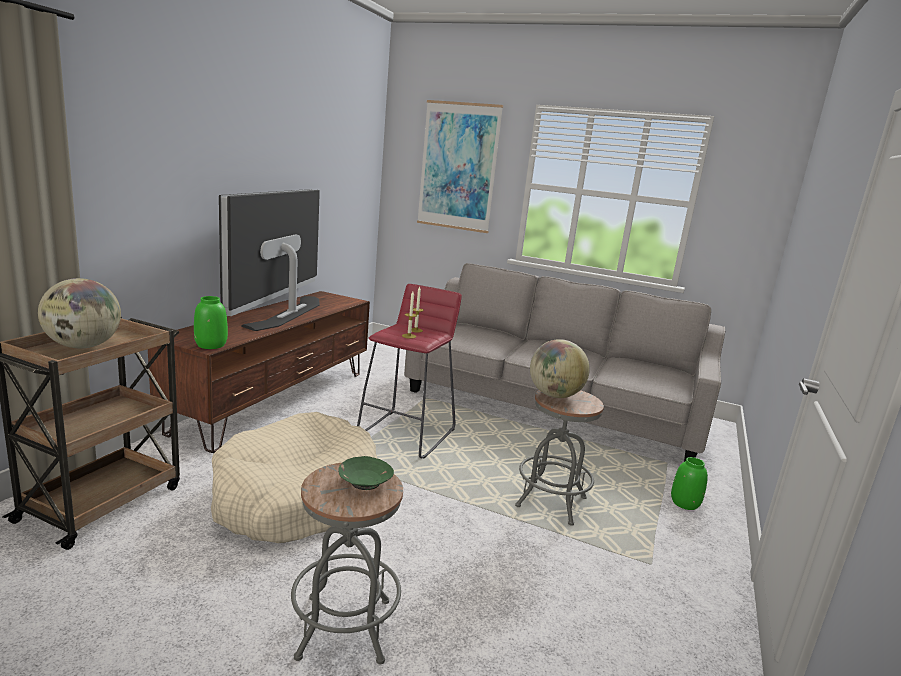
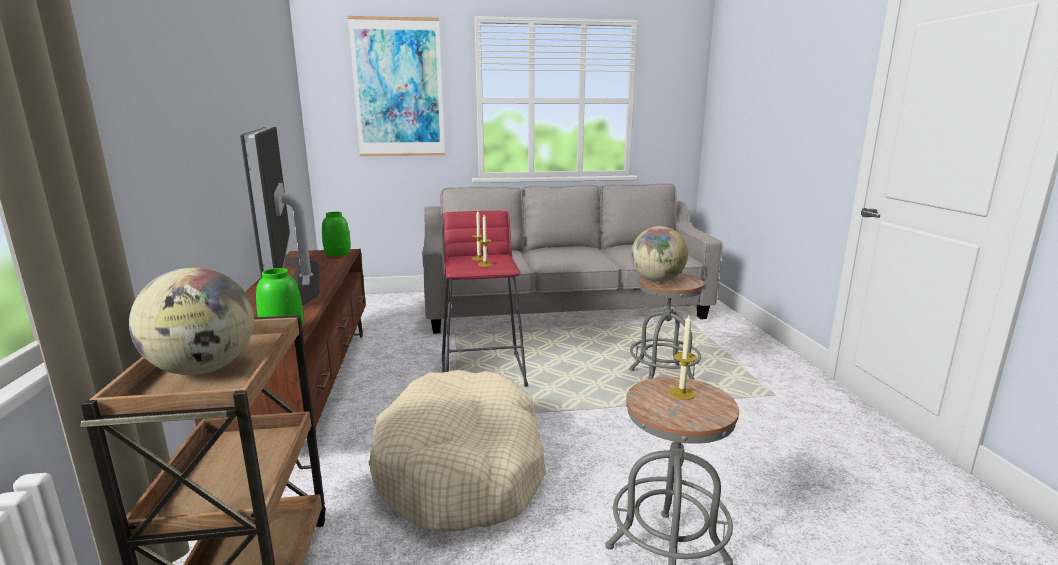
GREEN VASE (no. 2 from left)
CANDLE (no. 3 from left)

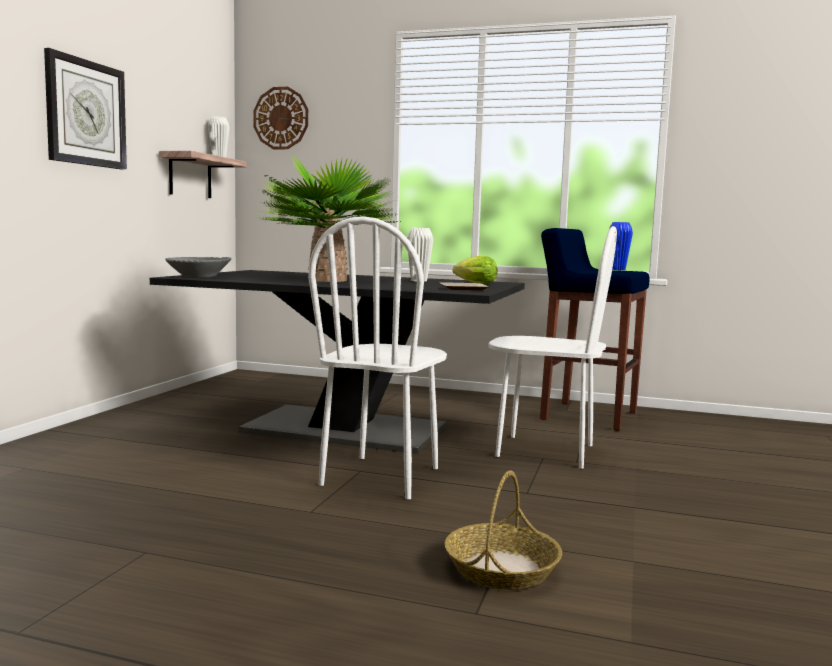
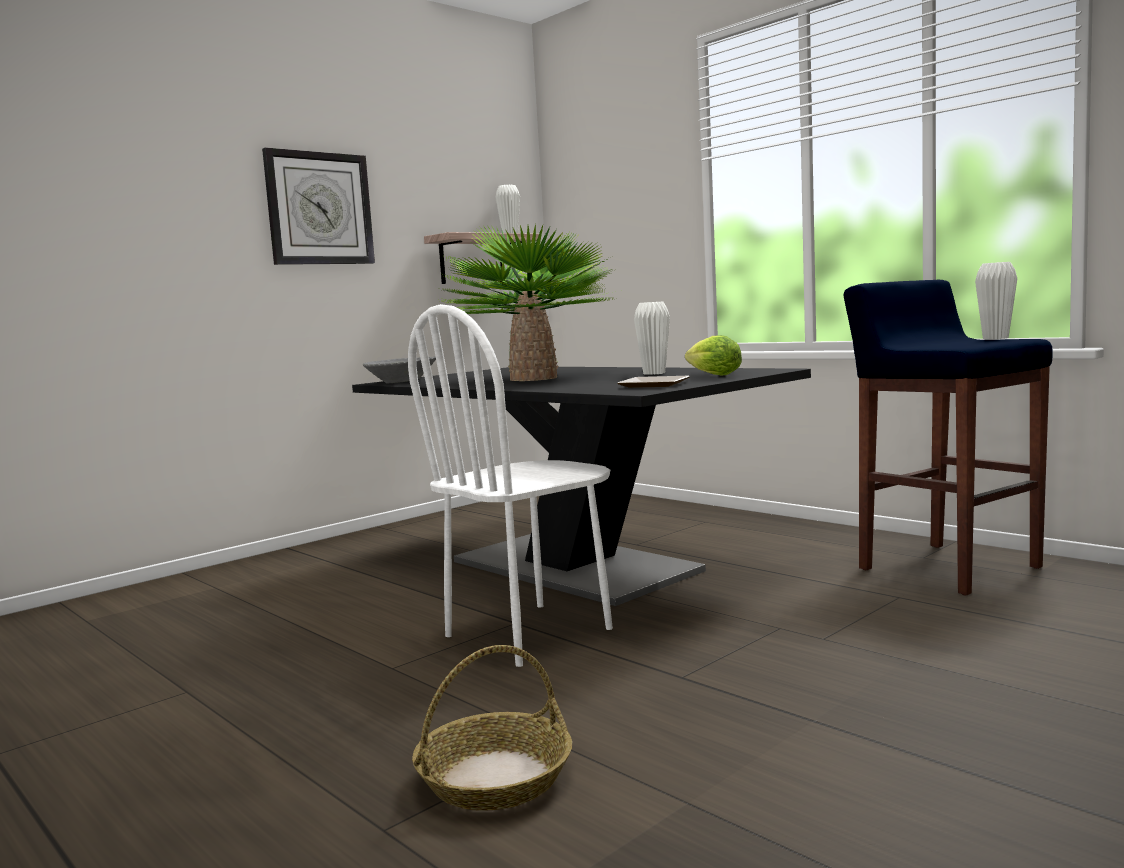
WHITE VASE (no. 3 from left)
WALL CLOCK (no. 2 from left in the first image)
WHITE CHAIR (no. 2 from left in the first image)

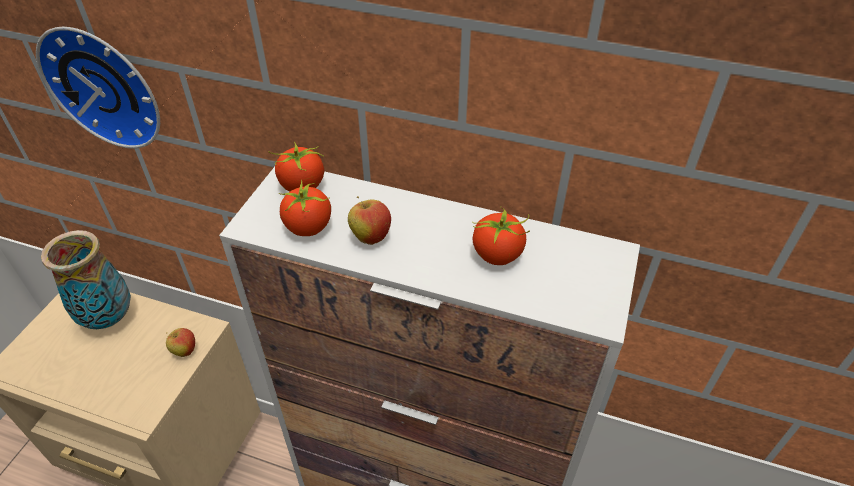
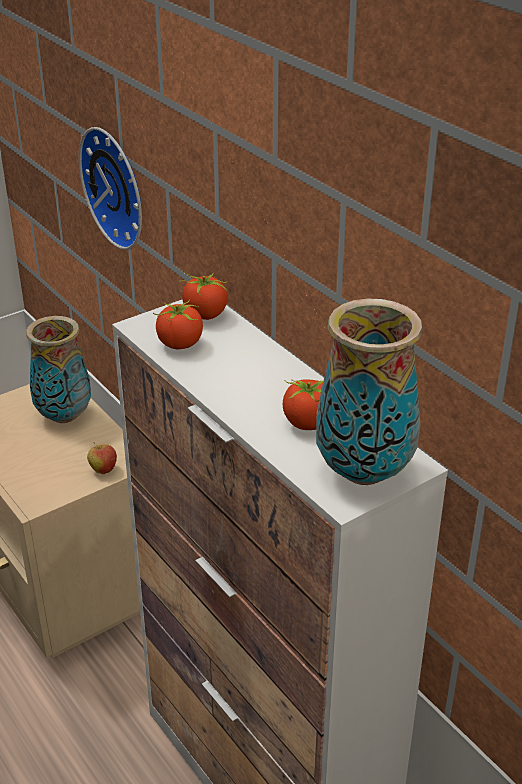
VASE (no. 2 from left)
APPLE (no. 2 from left in the first image)

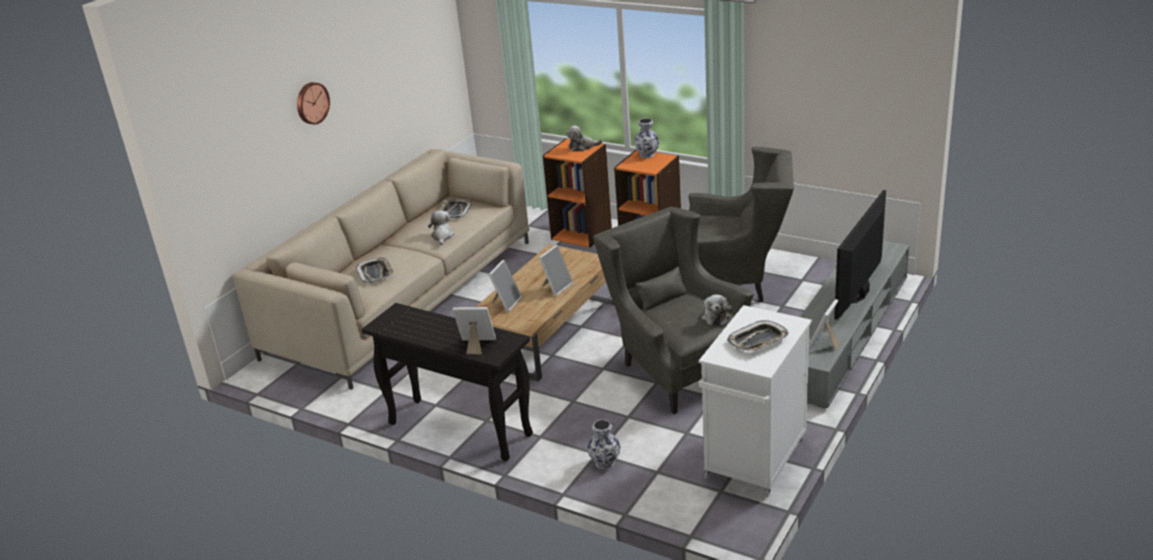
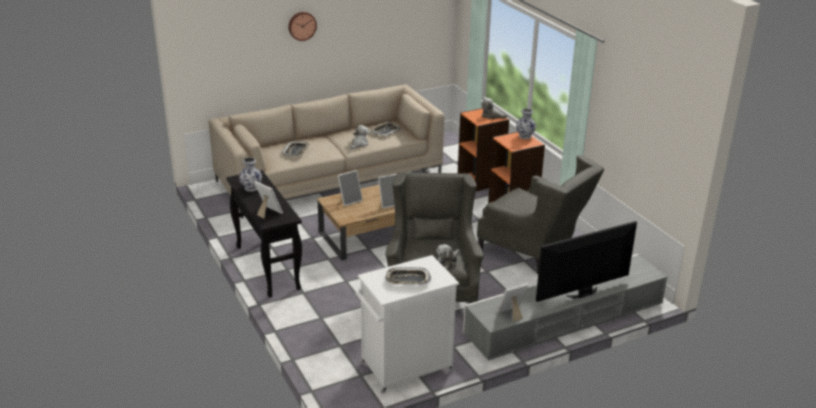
VASE (no. 1 from left)

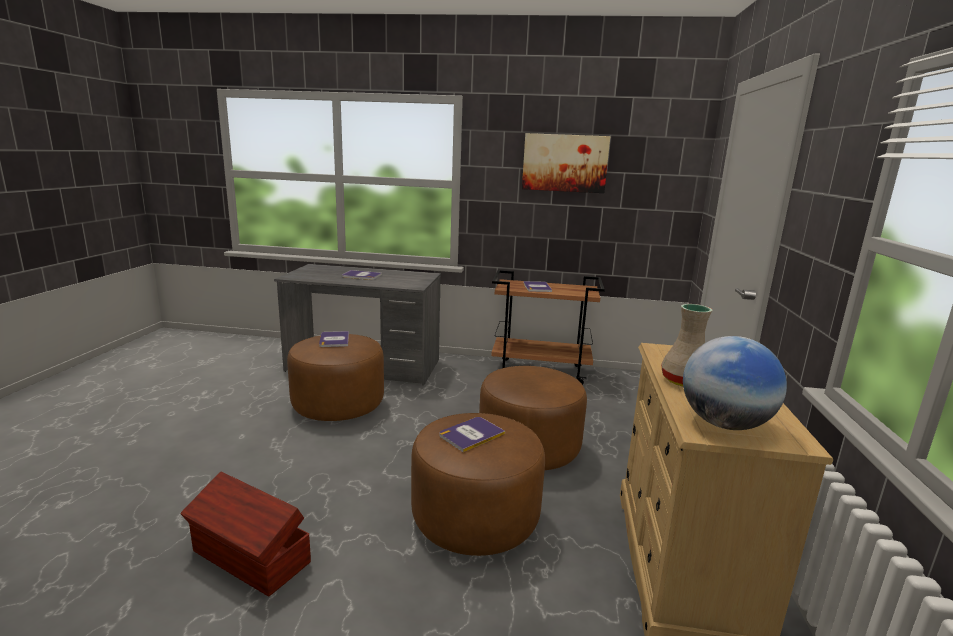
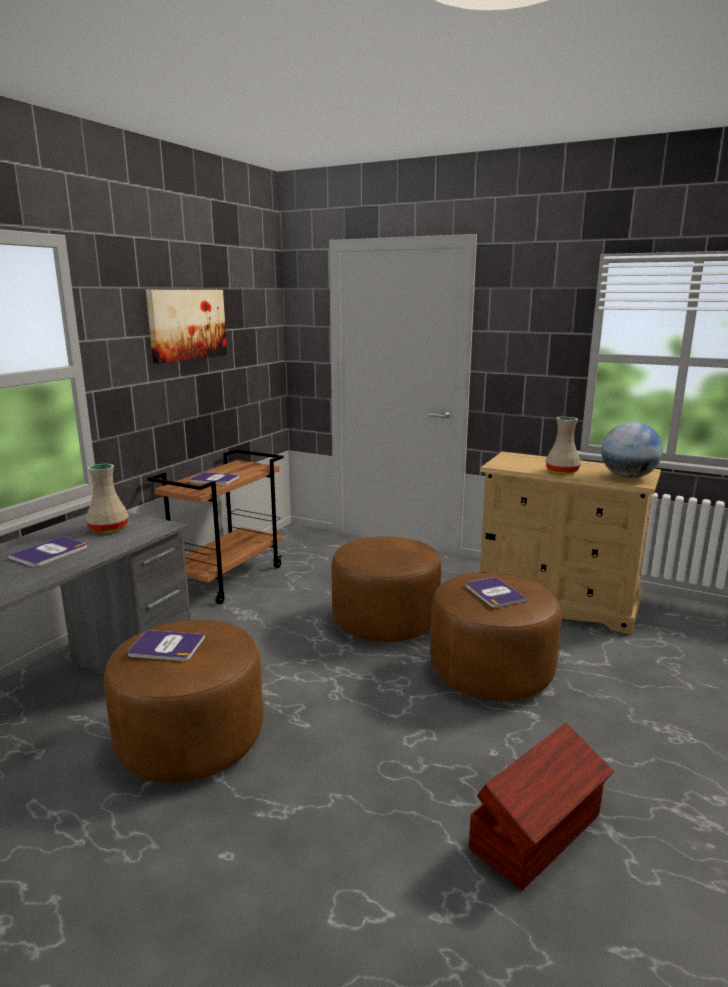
BEIGE VASE (no. 1 from left)

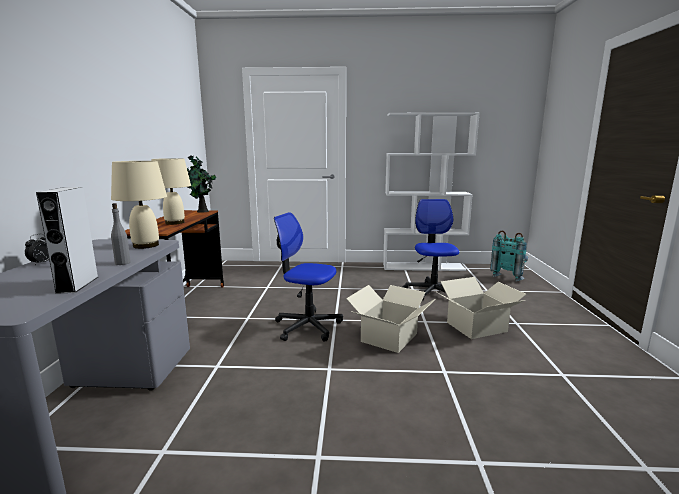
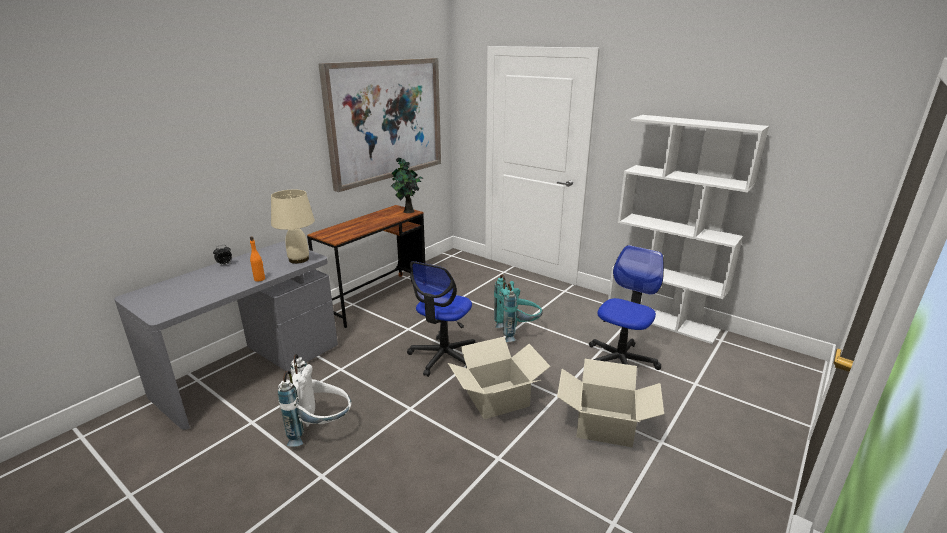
ORANGE BOTTLE
WHITE BACKPACK
PICTURE
OFFICE CHAIR (no. 1 from left)
TURQUOISE BACKPACK
GREY SPEAKER
BEIGE TABLE LAMP (no. 2 from left in the first image)

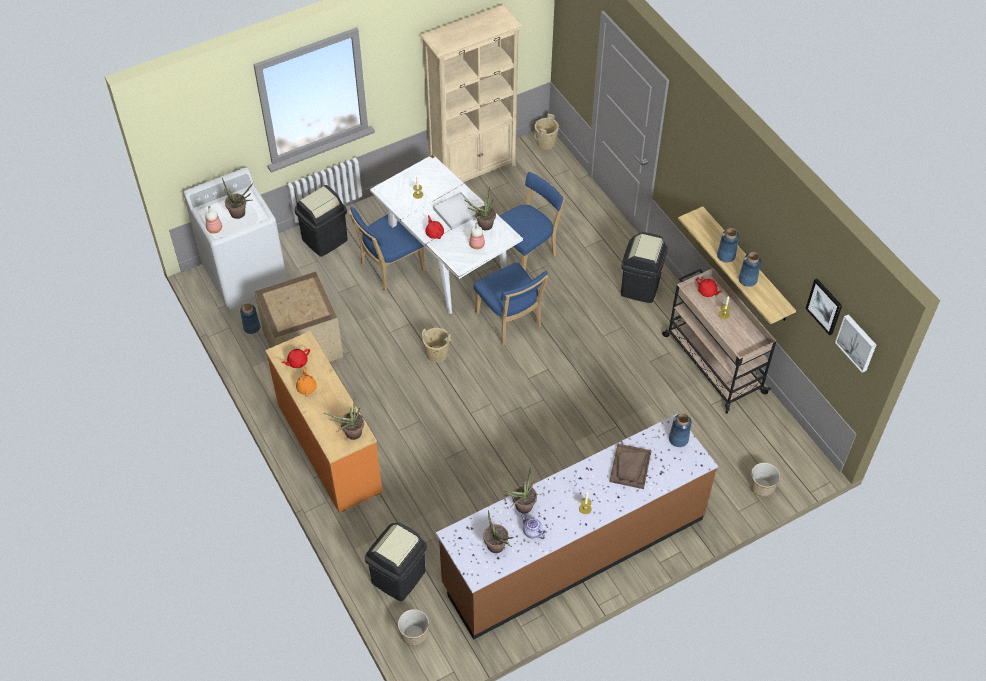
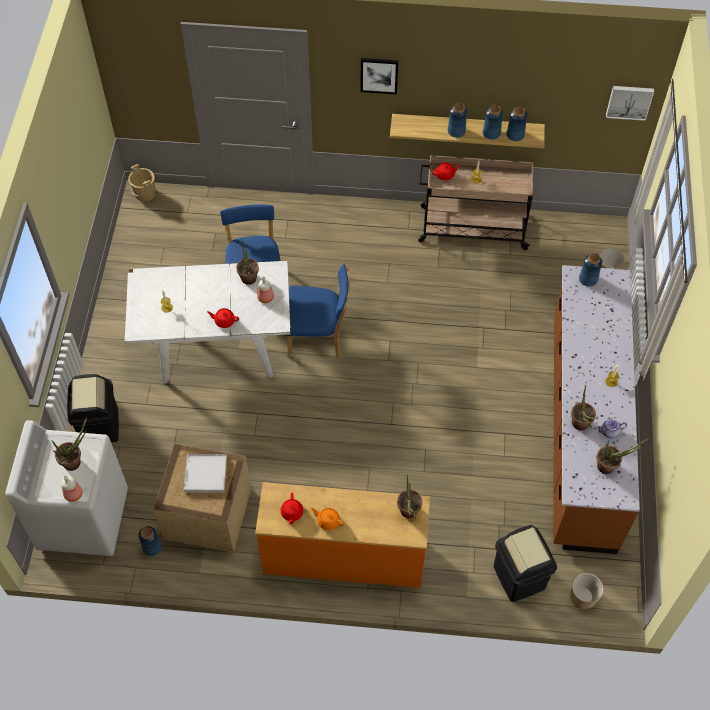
WHITE TRAY
PICTURE (no. 1 from left)
BLUE VASE (no. 4 from left)
BLUE CHAIR (no. 1 from left in the first image)
BEIGE BOOKCASE
BEIGE BUCKET (no. 1 from left in the first image)
BROWN TRAY
BLACK TRASH CAN (no. 3 from left in the first image)

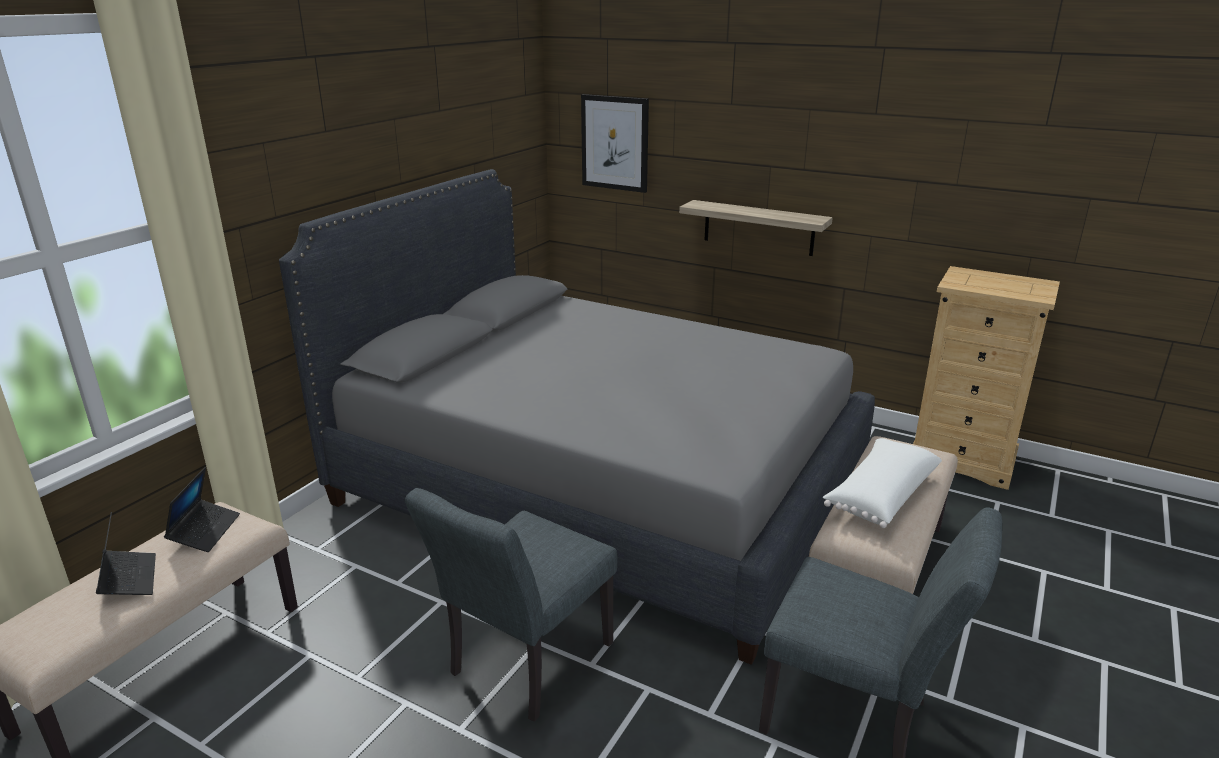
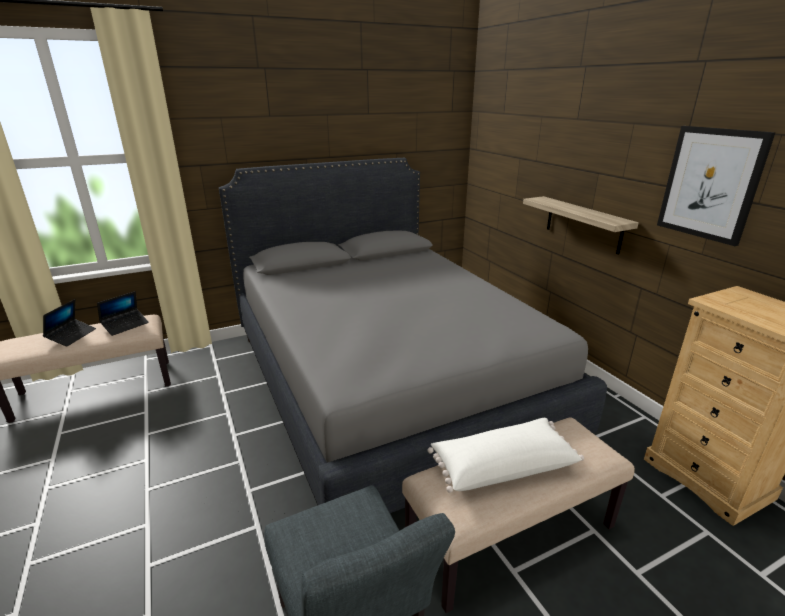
PICTURE
GREY CHAIR (no. 1 from left in the first image)

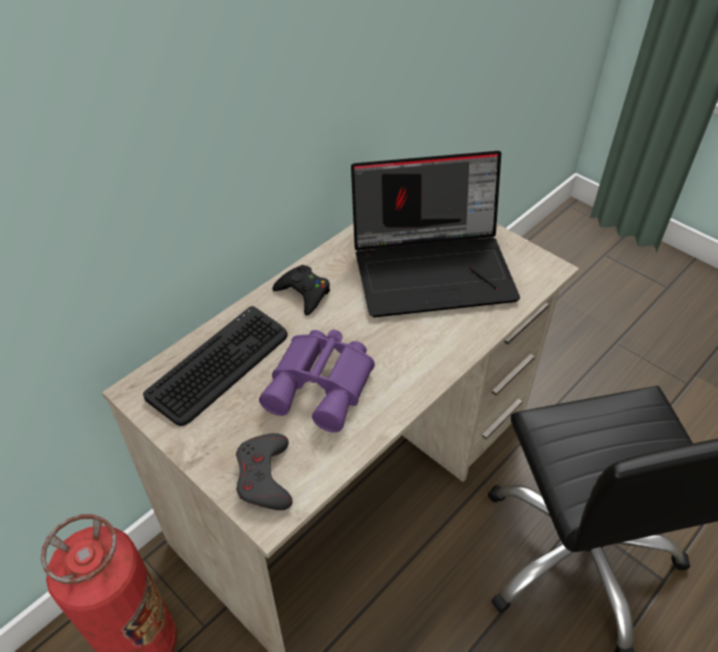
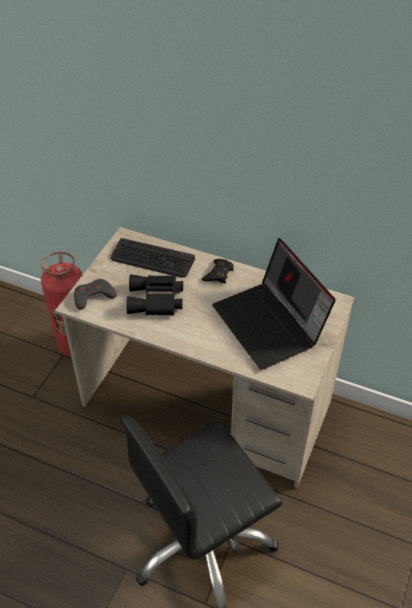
BLACK BINOCULARS

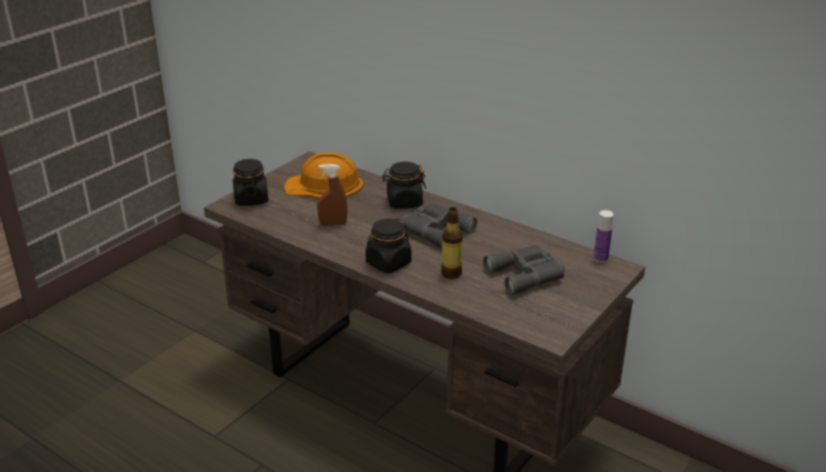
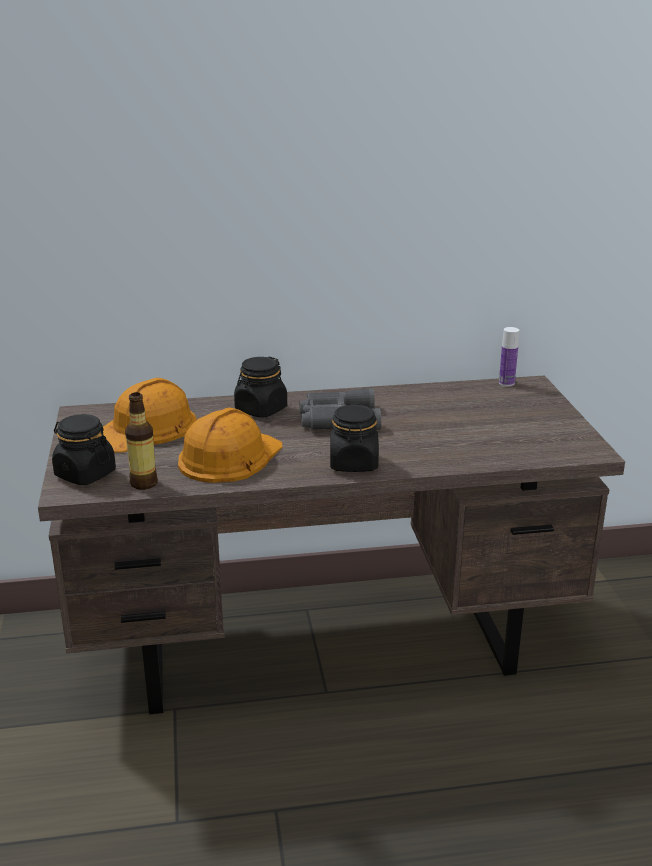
BOTTLE (no. 1 from left)
ORANGE HARD HAT (no. 2 from left)
GREY BINOCULARS (no. 2 from left in the first image)

